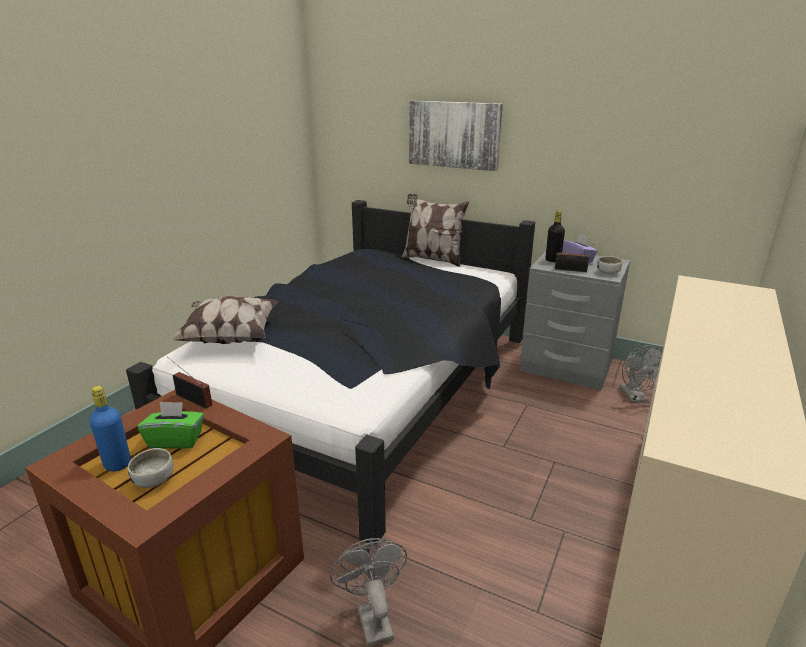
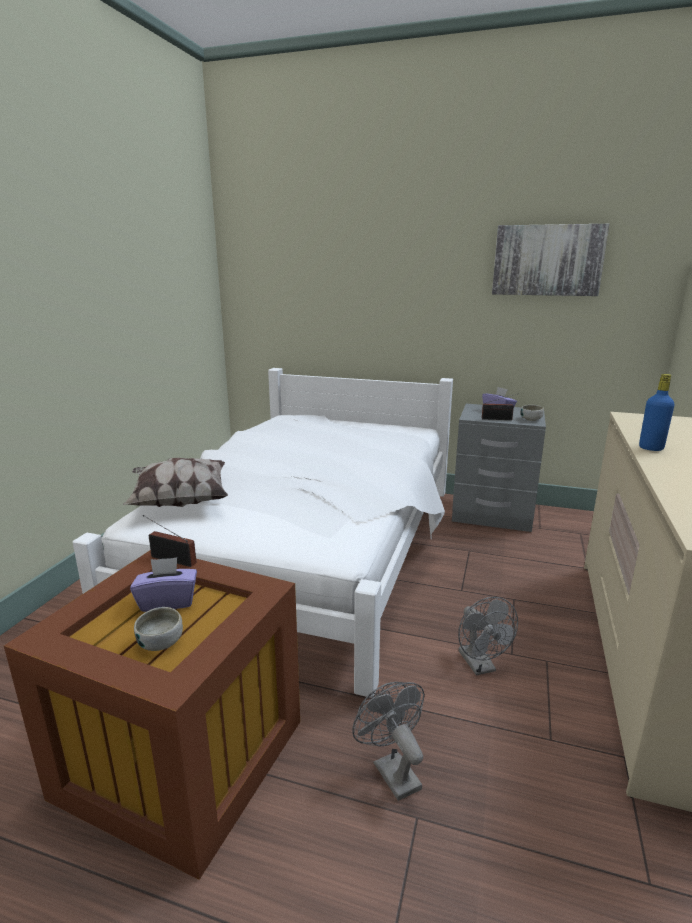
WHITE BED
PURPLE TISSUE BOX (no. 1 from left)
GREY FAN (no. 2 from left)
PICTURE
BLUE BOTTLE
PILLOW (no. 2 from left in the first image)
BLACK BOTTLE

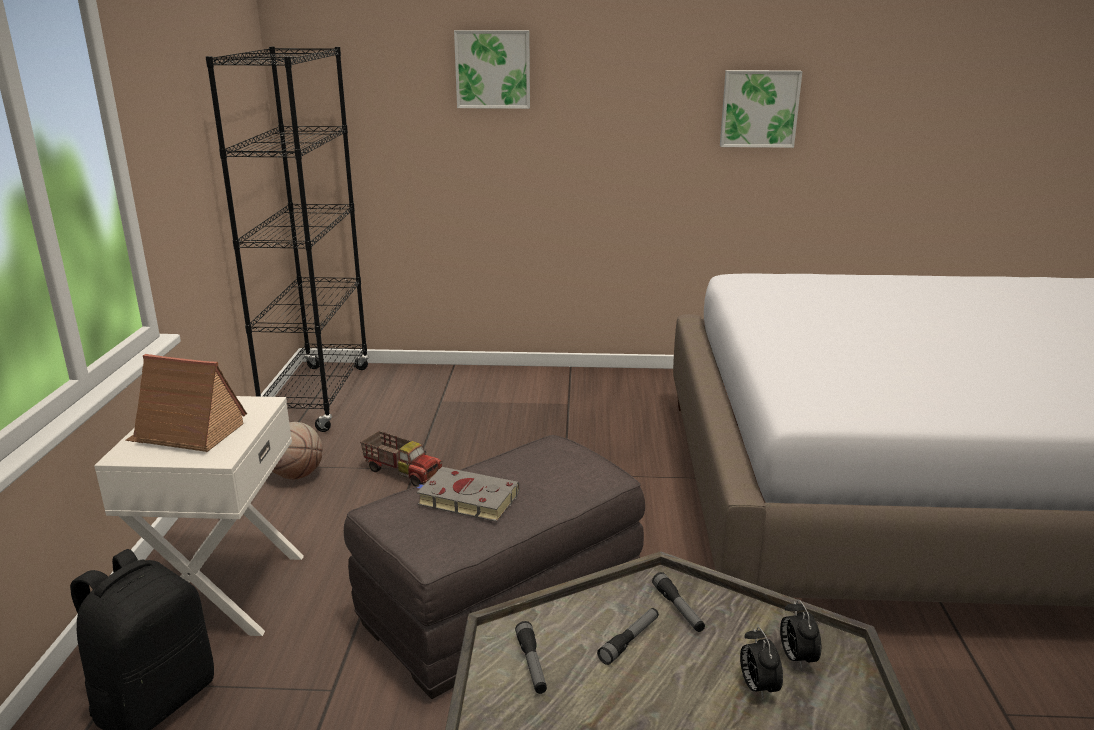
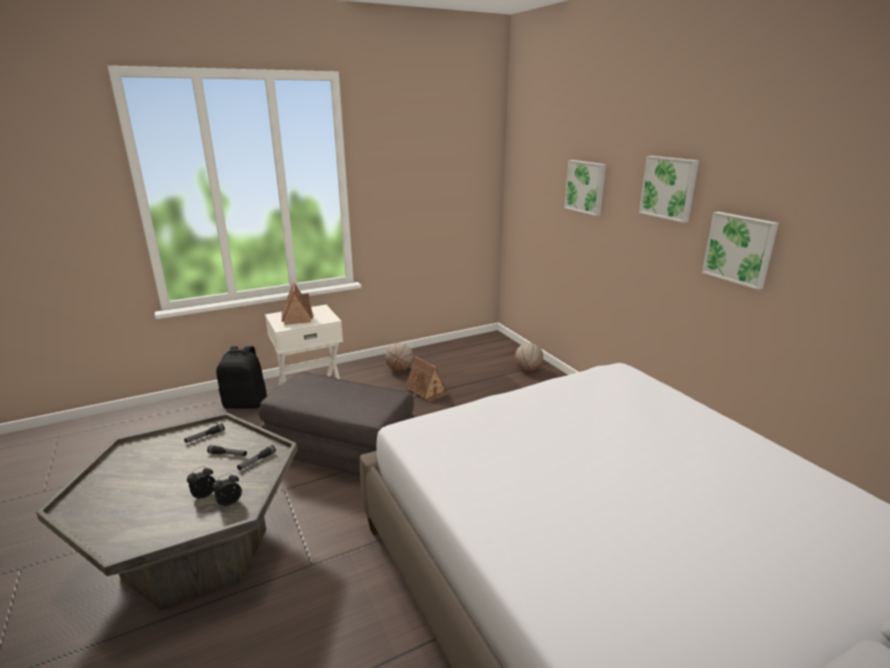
TOY HOUSE (no. 2 from left)
BASKETBALL (no. 2 from left)
PICTURE (no. 2 from left)
BLACK BOOKCASE
GREY BOOK

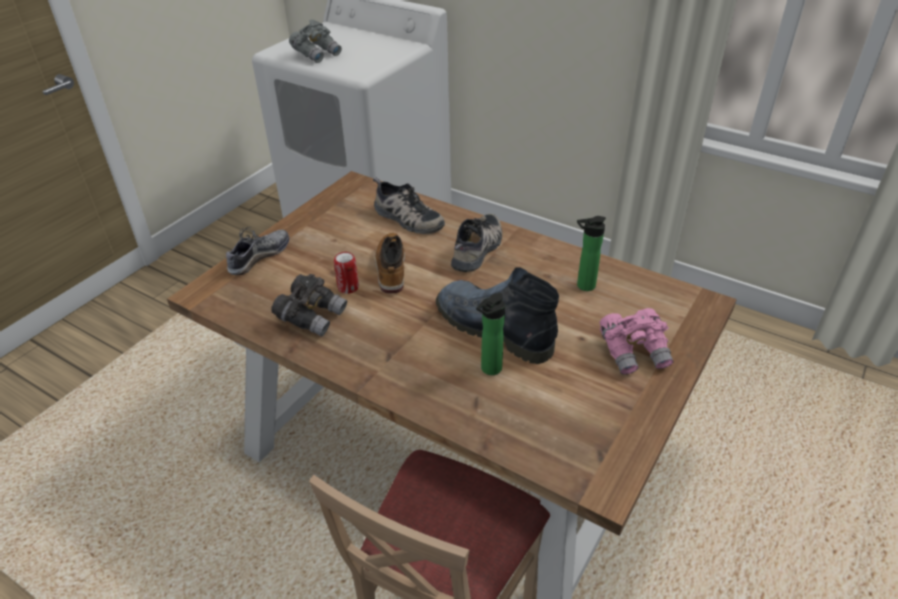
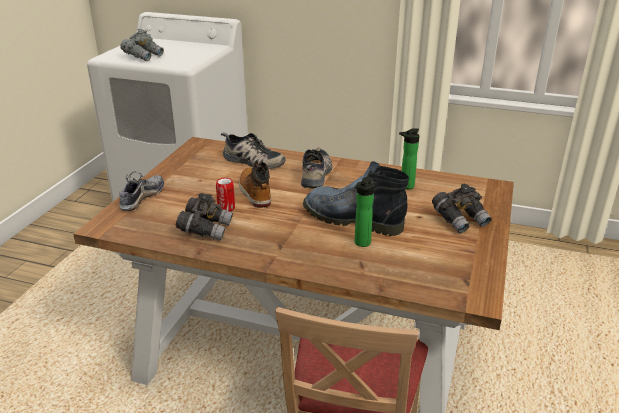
GREY BINOCULARS (no. 3 from left)

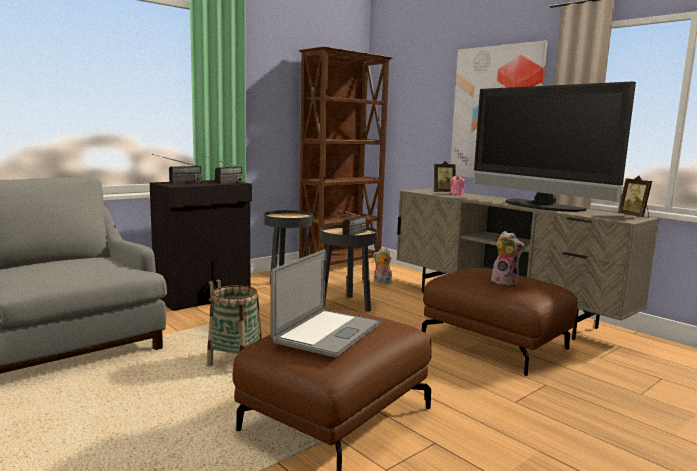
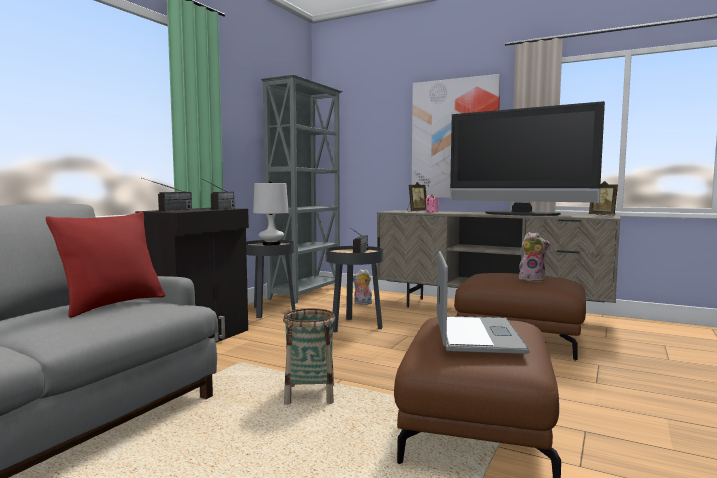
RED PILLOW
WHITE TABLE LAMP
GREY BOOKCASE

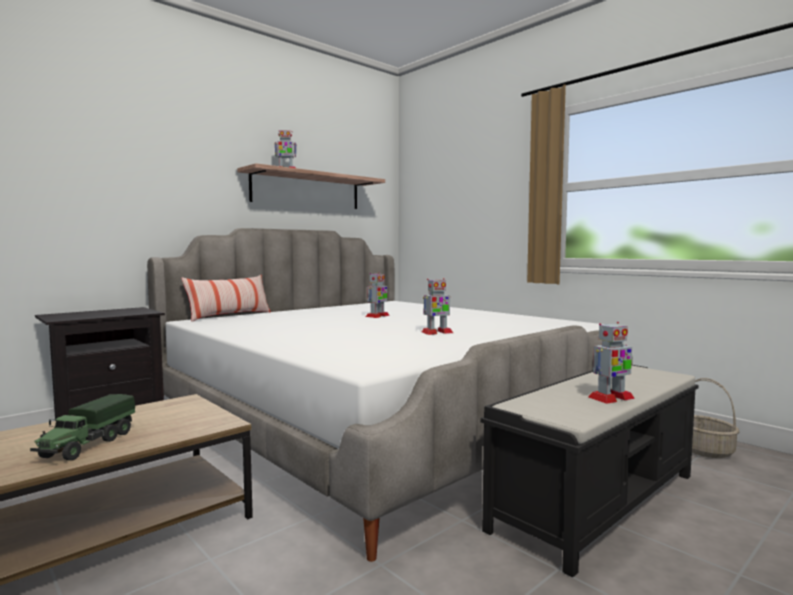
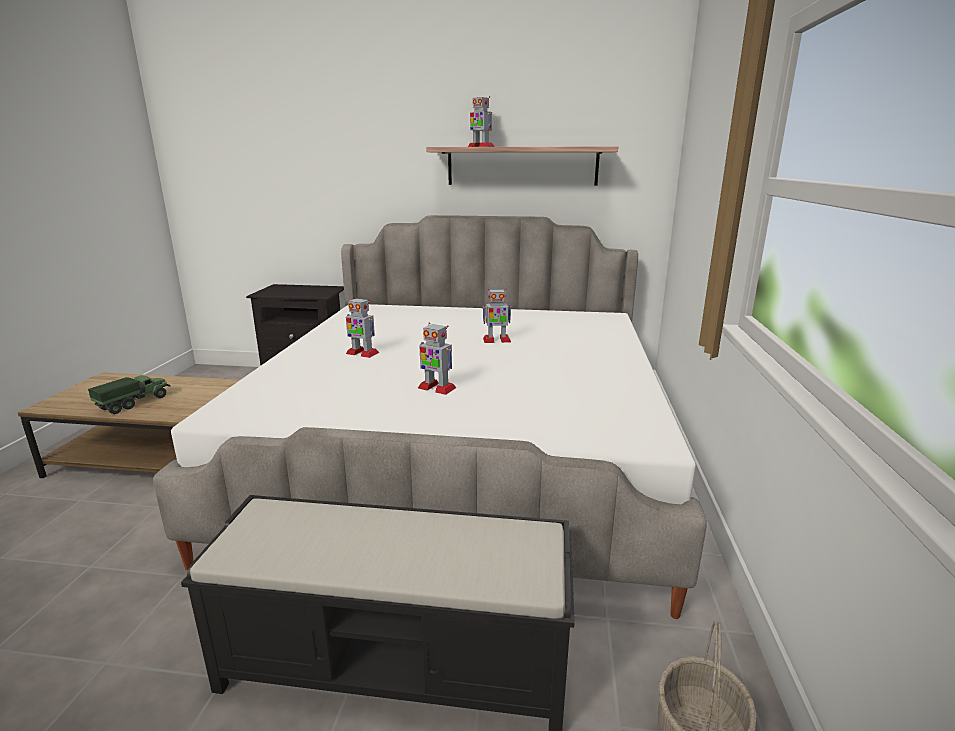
TOY TRUCK
TOY ROBOT (no. 1 from left)
PILLOW

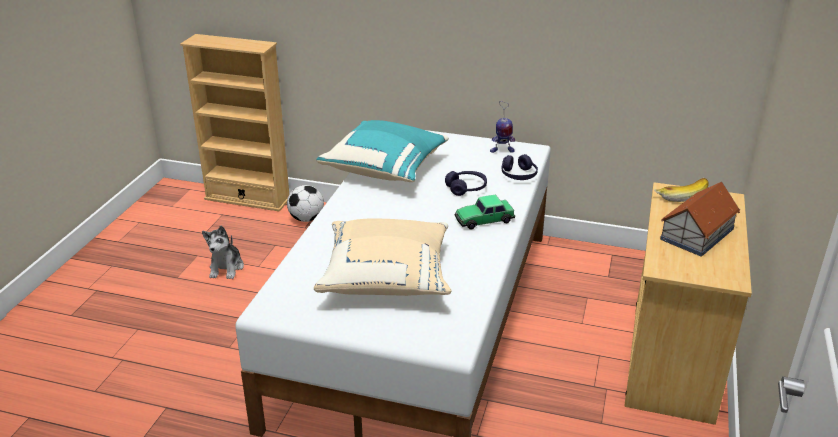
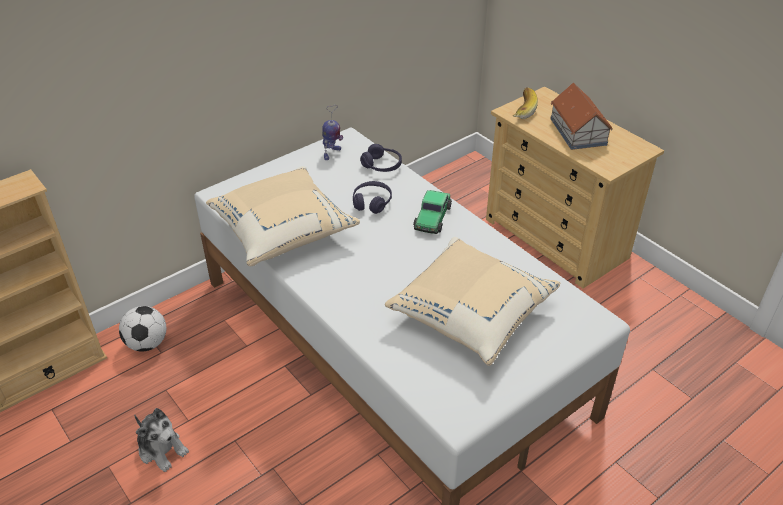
BEIGE PILLOW (no. 1 from left)

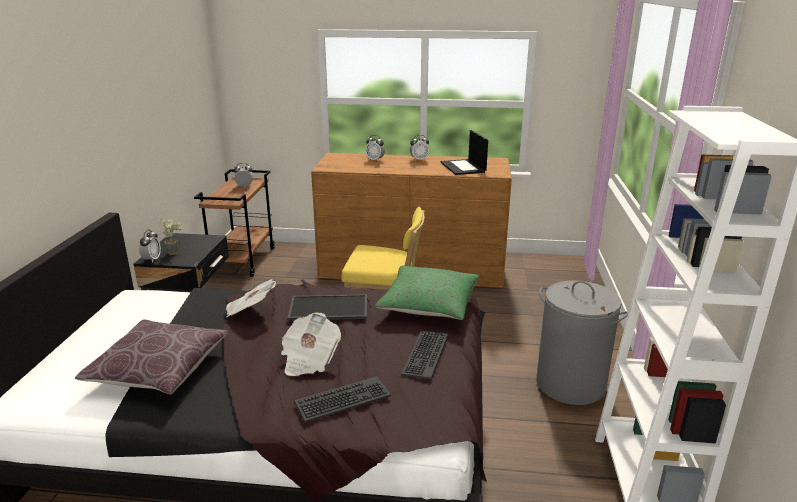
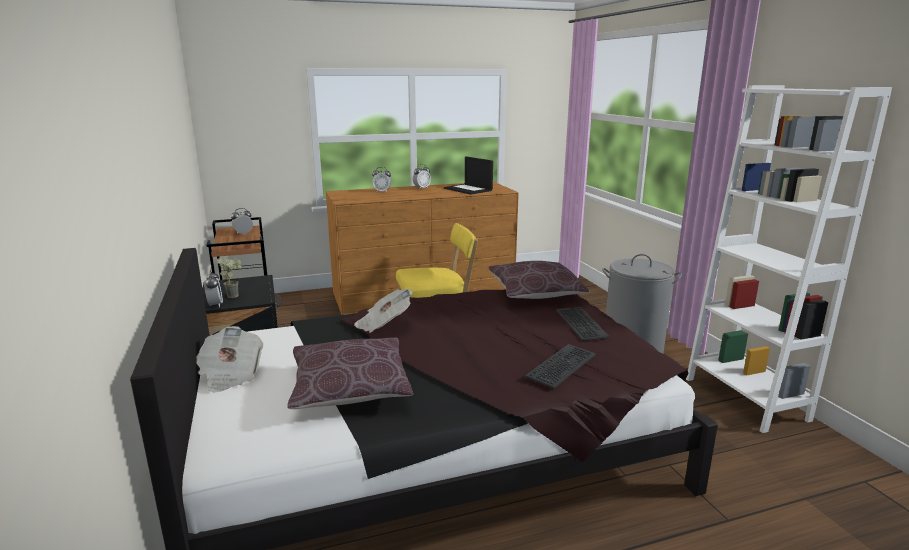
NEWSPAPER (no. 1 from left)
BROWN PILLOW (no. 2 from left)
TRAY

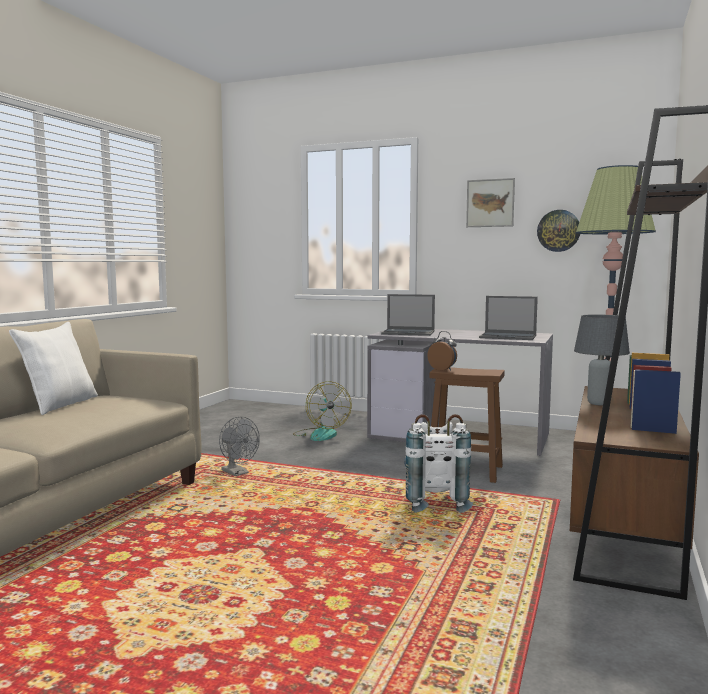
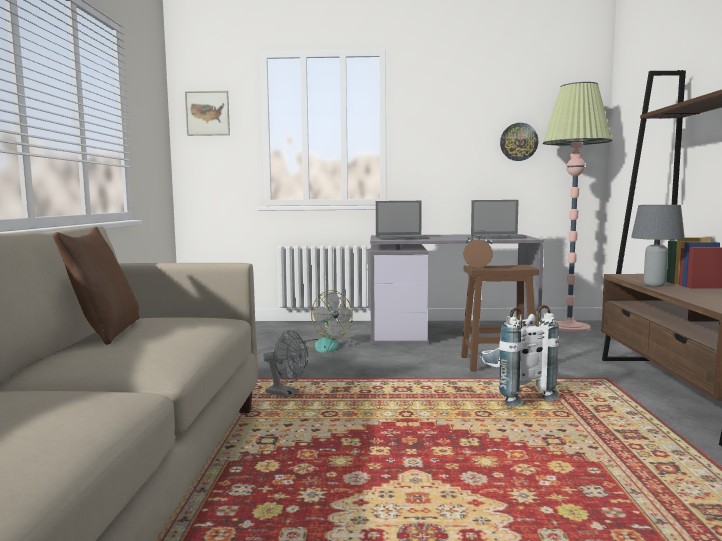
BROWN PILLOW
PICTURE

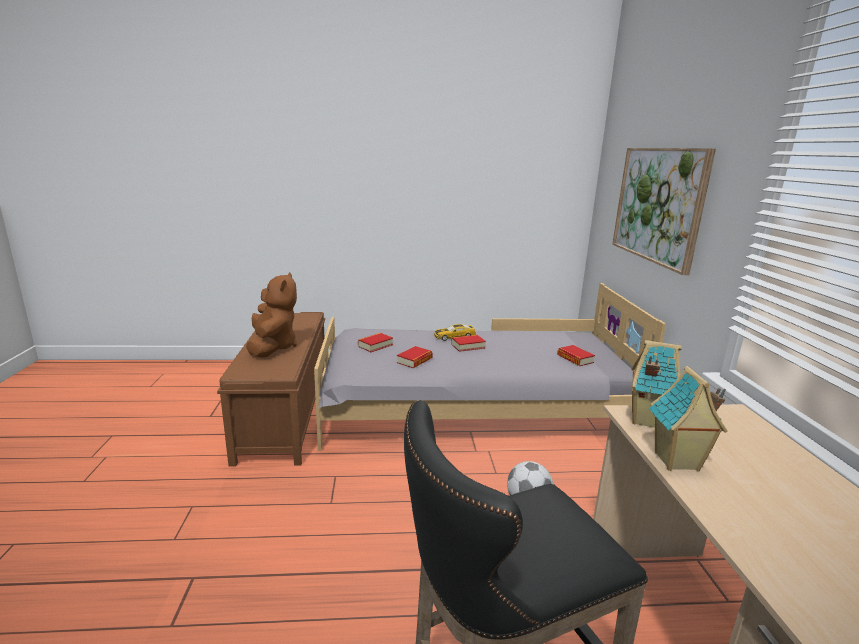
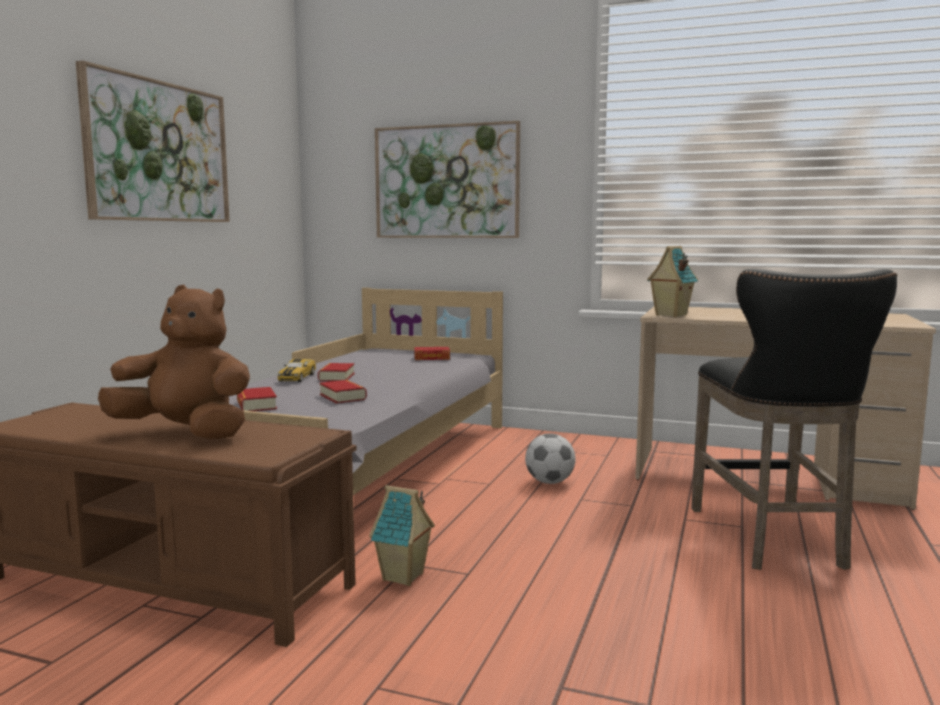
PICTURE (no. 1 from left)
TOY HOUSE (no. 1 from left)

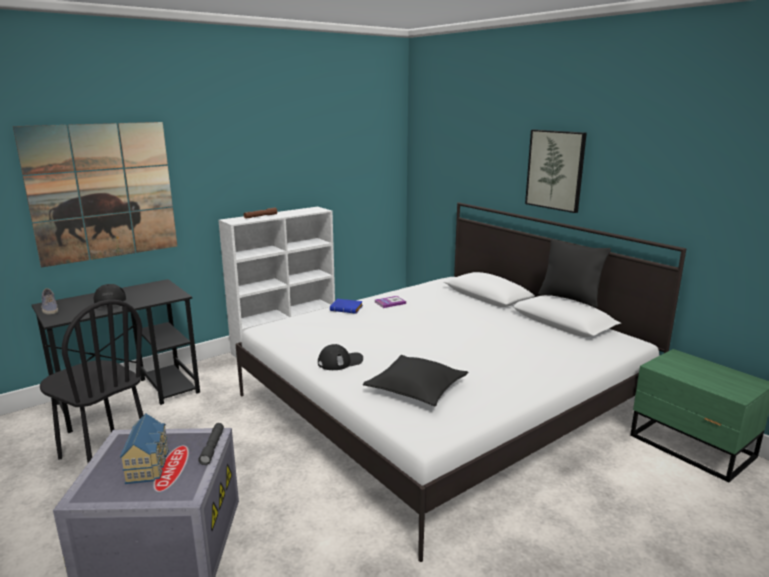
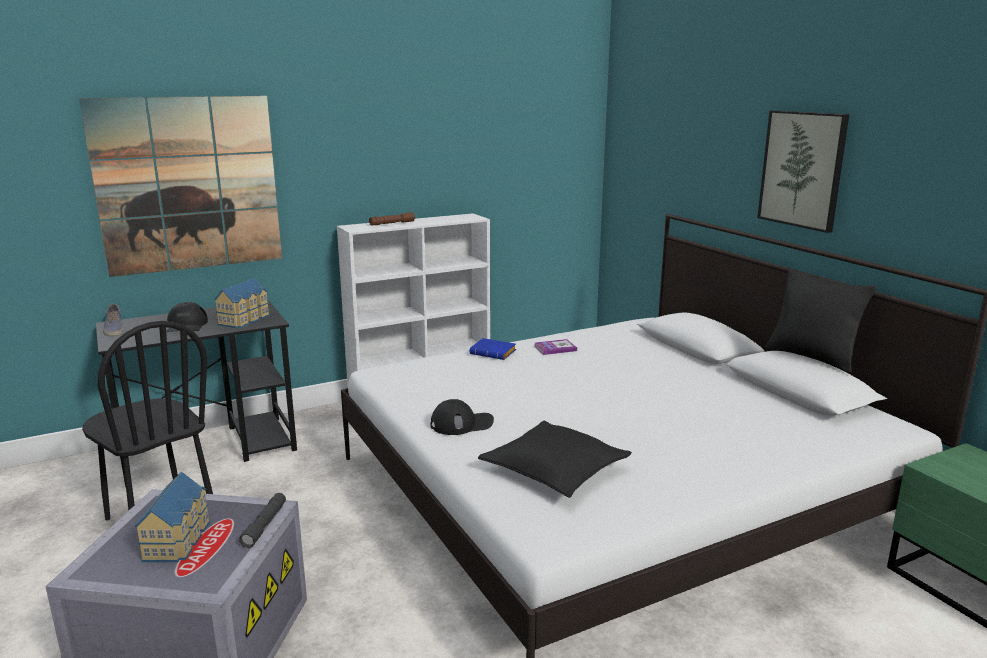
TOY HOUSE (no. 2 from left)

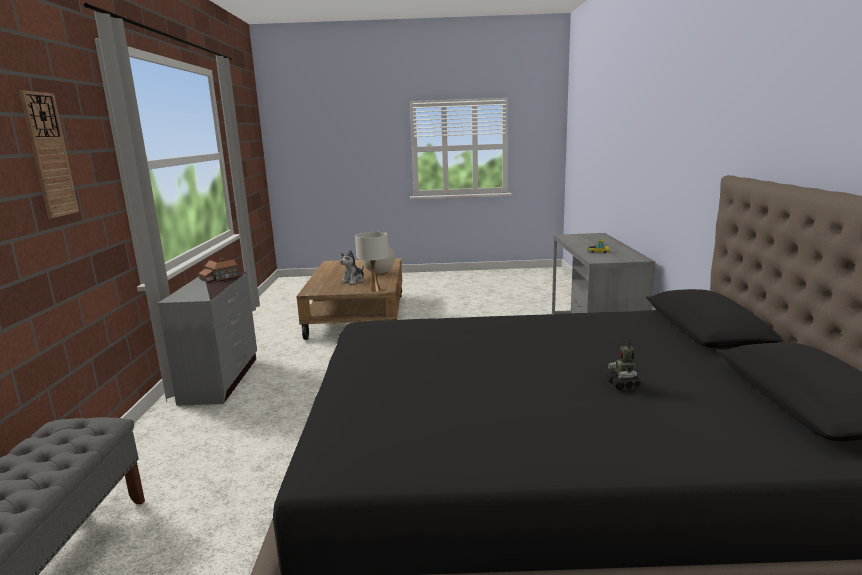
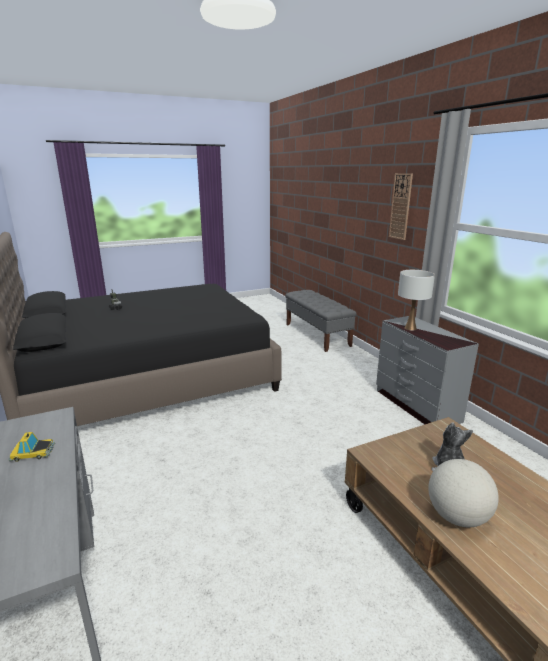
WHITE TABLE LAMP
TOY HOUSE

